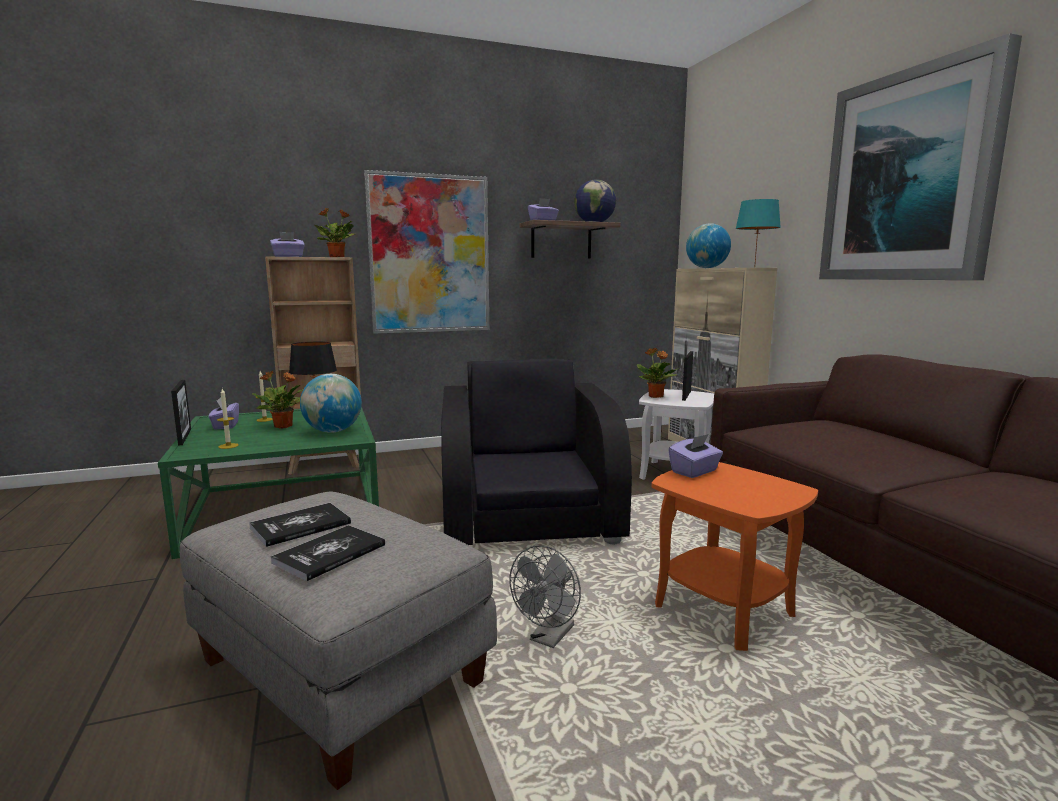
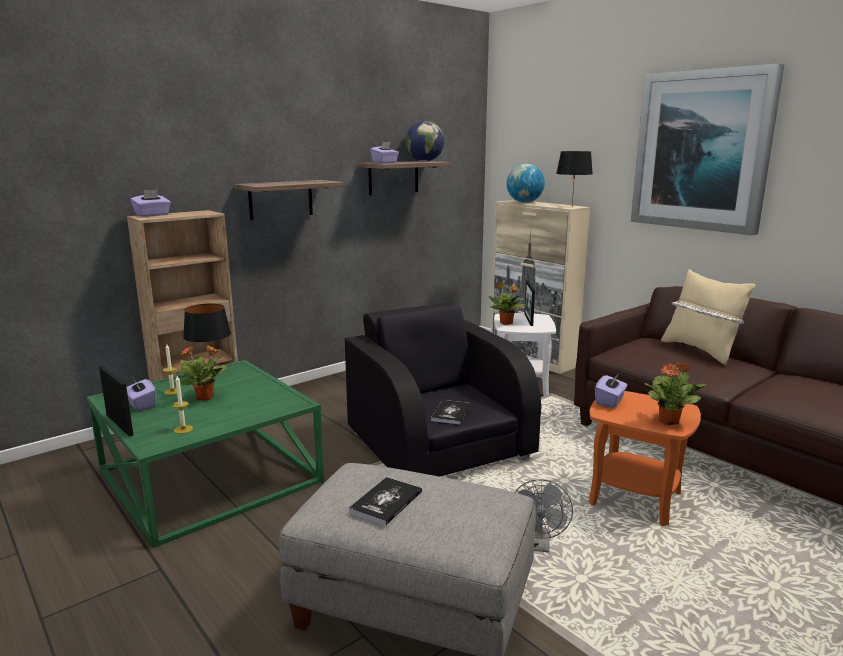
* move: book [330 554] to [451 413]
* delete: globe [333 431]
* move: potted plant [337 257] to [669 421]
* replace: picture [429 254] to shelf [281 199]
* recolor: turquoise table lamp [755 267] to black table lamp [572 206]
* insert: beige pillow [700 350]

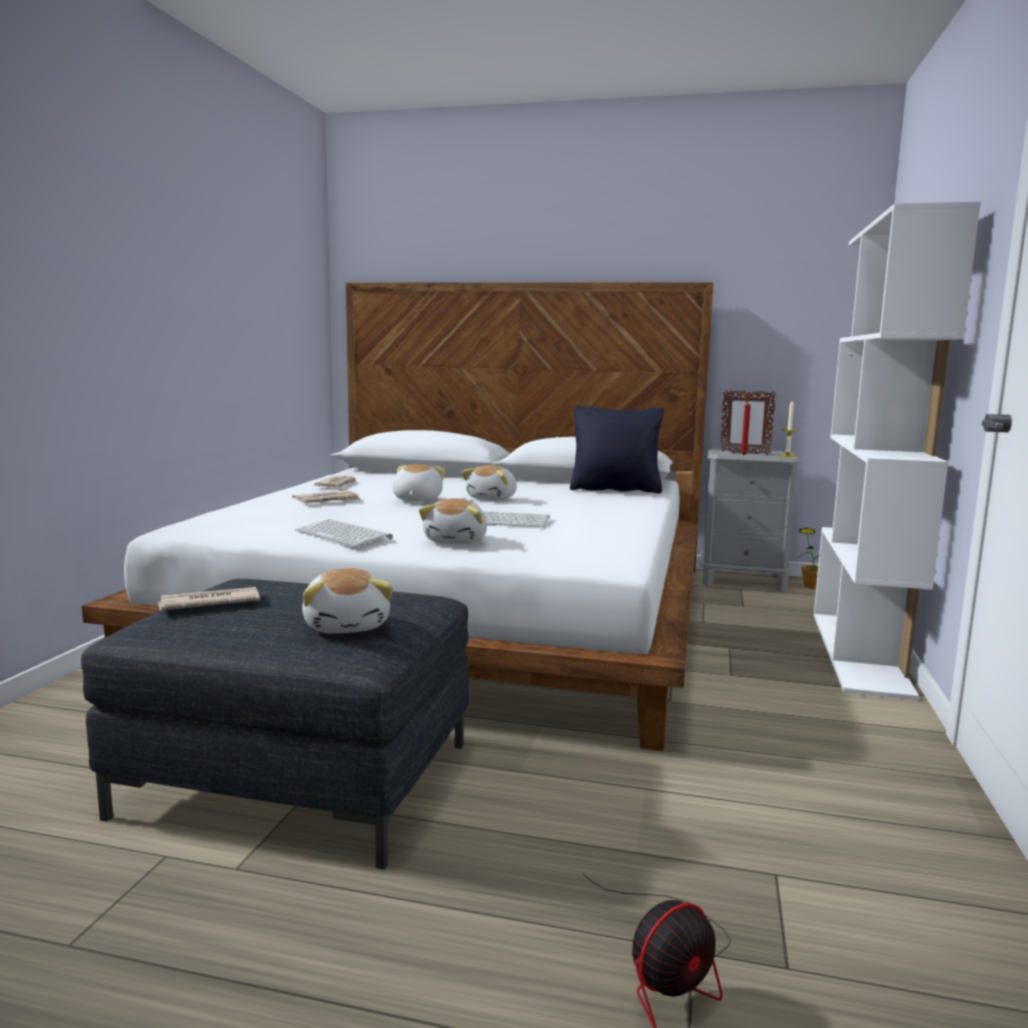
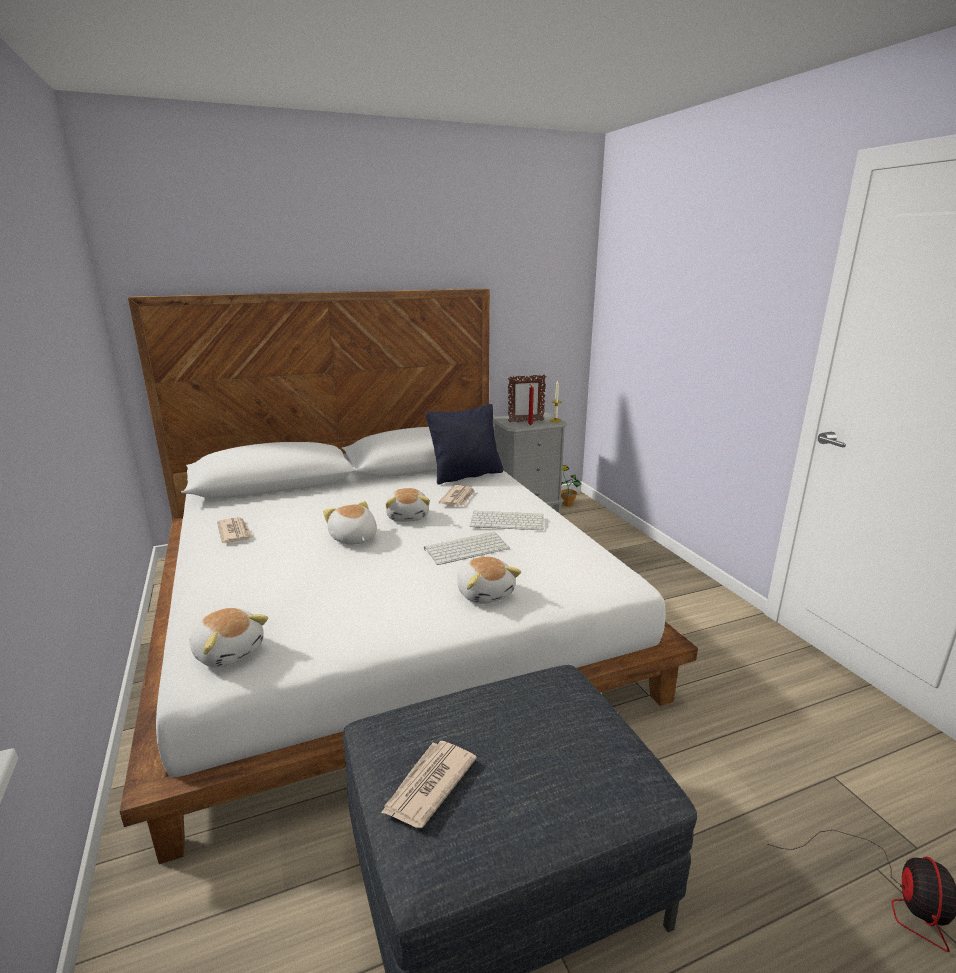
* move: newspaper [328 501] to [458 498]
* move: keyboard [345 534] to [508 521]
* move: plush toy [348 626] to [229 651]
* delete: white bookcase [860 653]

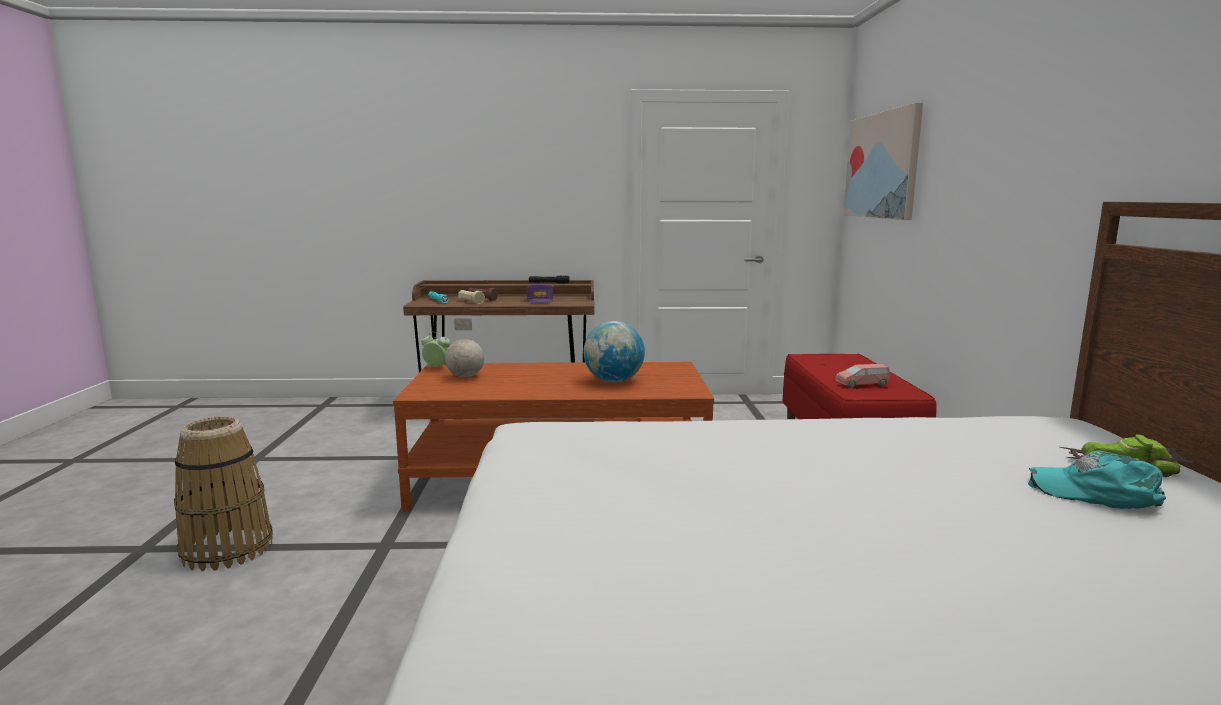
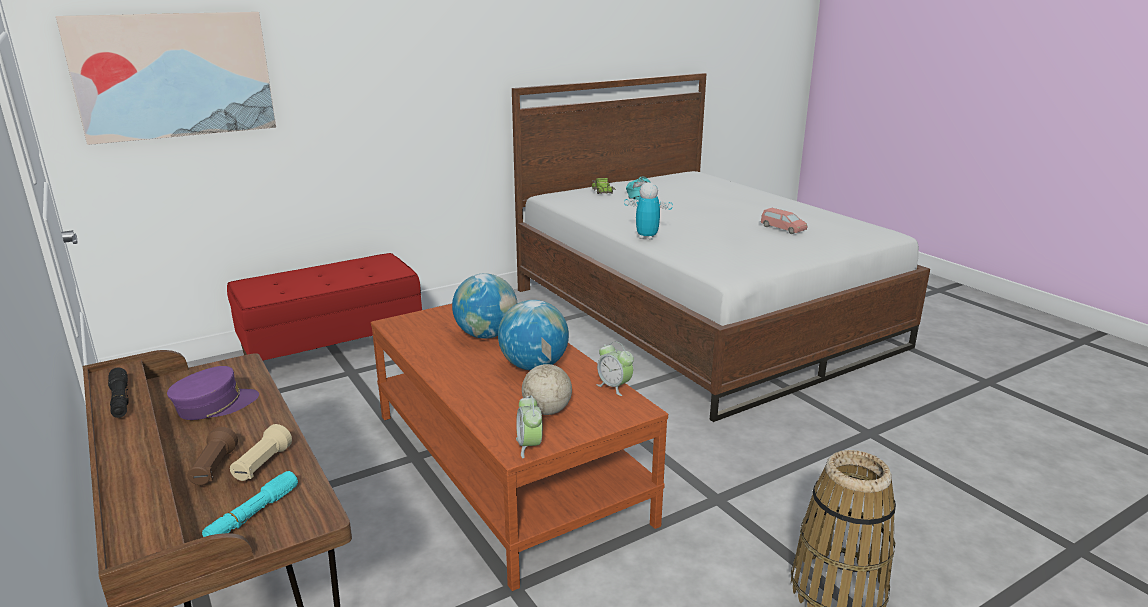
* move: pink toy car [862 384] to [782 229]
* insert: globe [534 366]
* insert: alarm clock [614 387]
* insert: toy robot [646 237]

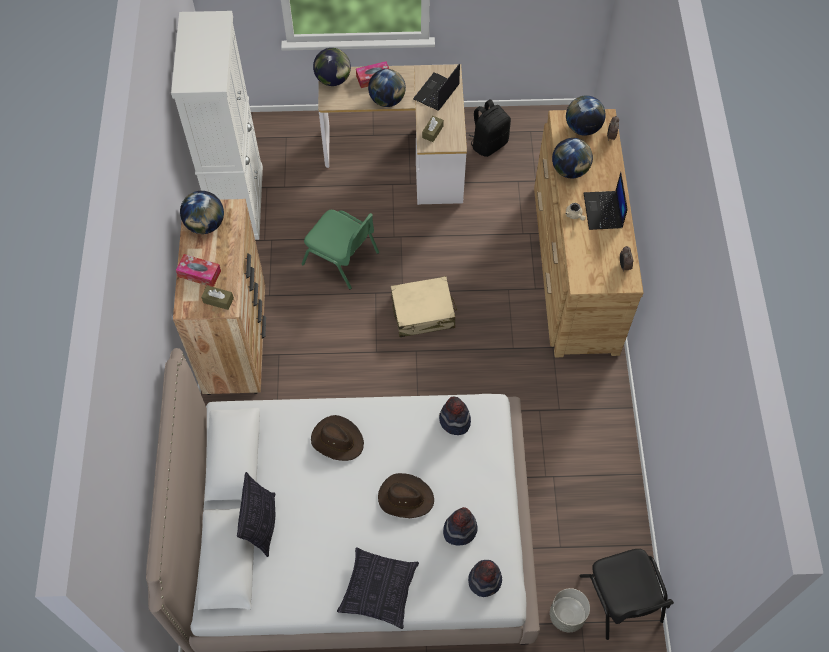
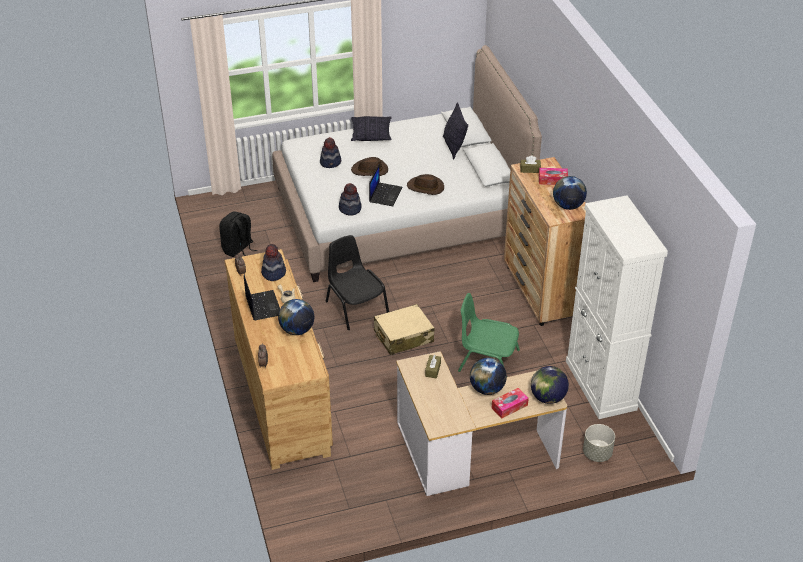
* move: laptop [436 93] to [385 194]
* move: hat [485 580] to [273 273]
* move: black backpack [488 143] to [238 249]
* move: grey planter [567 615] to [597 454]
* delete: globe [582 128]
* move: black chair [622 600] to [356 307]

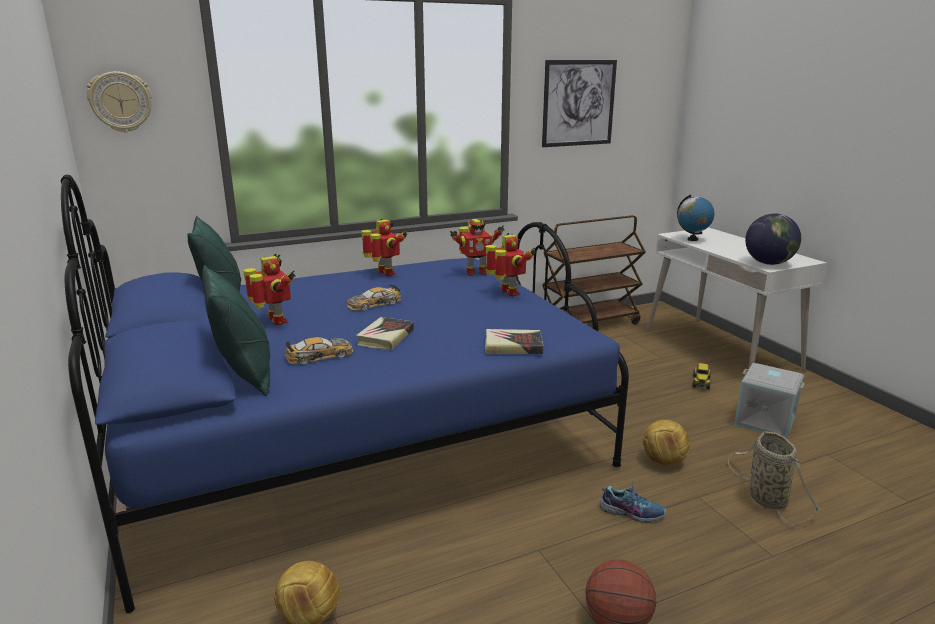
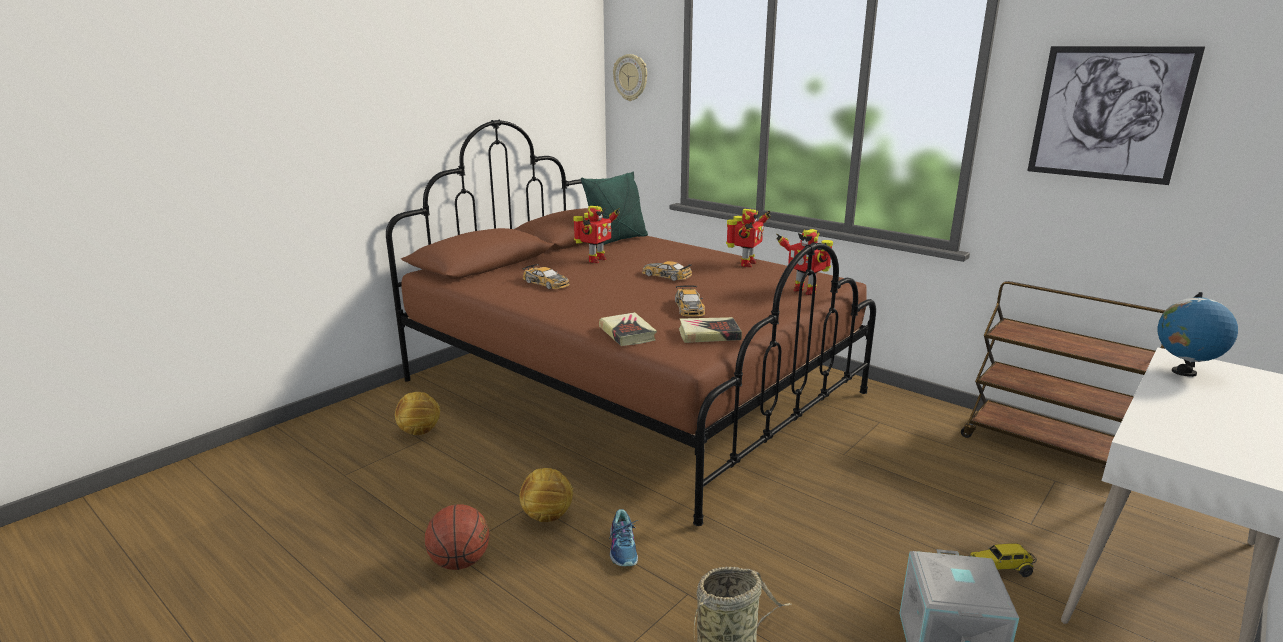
* recolor: blue bed [358 436] to brown bed [631 387]
* delete: green pillow [245 375]
* move: book [385 337] to [709 334]
* delete: toy robot [508 293]
* move: football [663 461] to [547 516]
* delete: globe [768 263]
* insert: toy car [689 308]

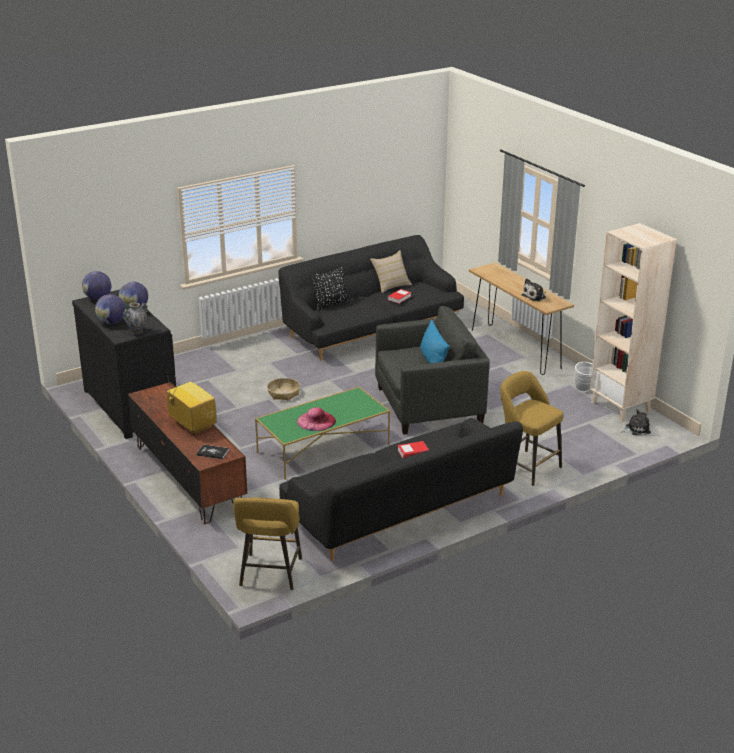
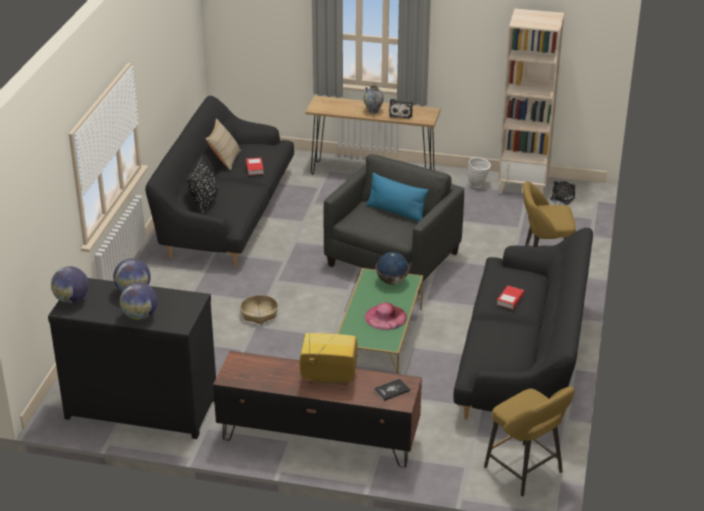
* move: vase [137 332] to [373 111]
* insert: globe [392 281]

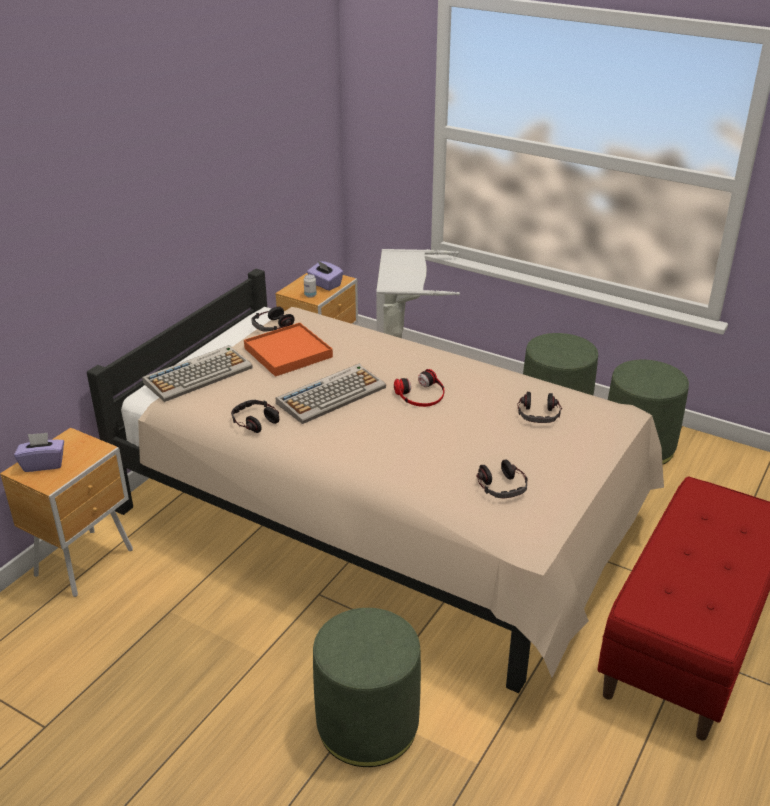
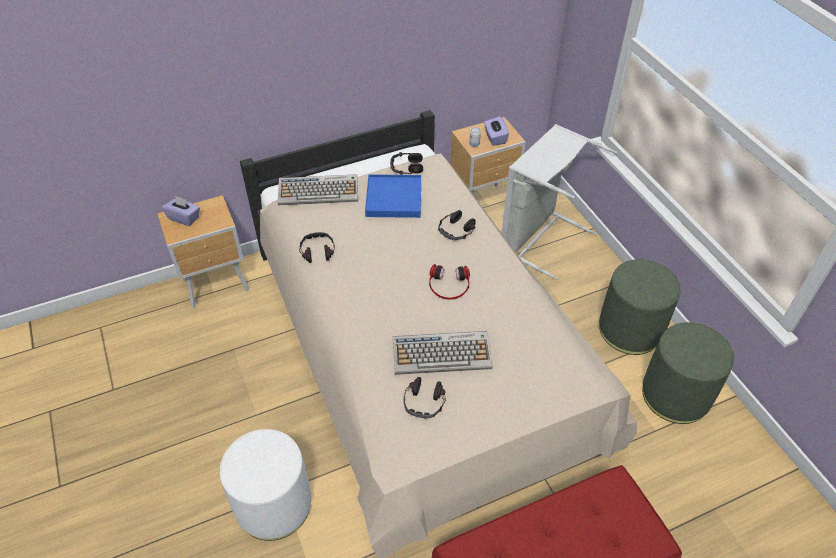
* recolor: orange tray [288 353] to blue tray [393 198]
* move: keyboard [332 394] to [442 353]
* recolor: green ottoman [367 724] to white ottoman [274 504]
* move: headphones [539 414] to [456 230]

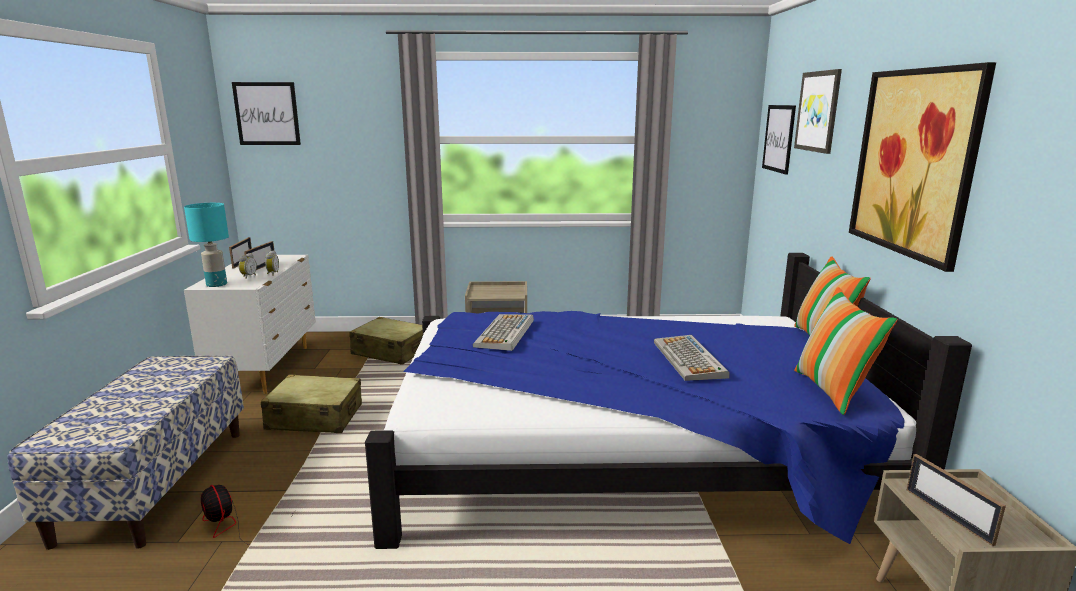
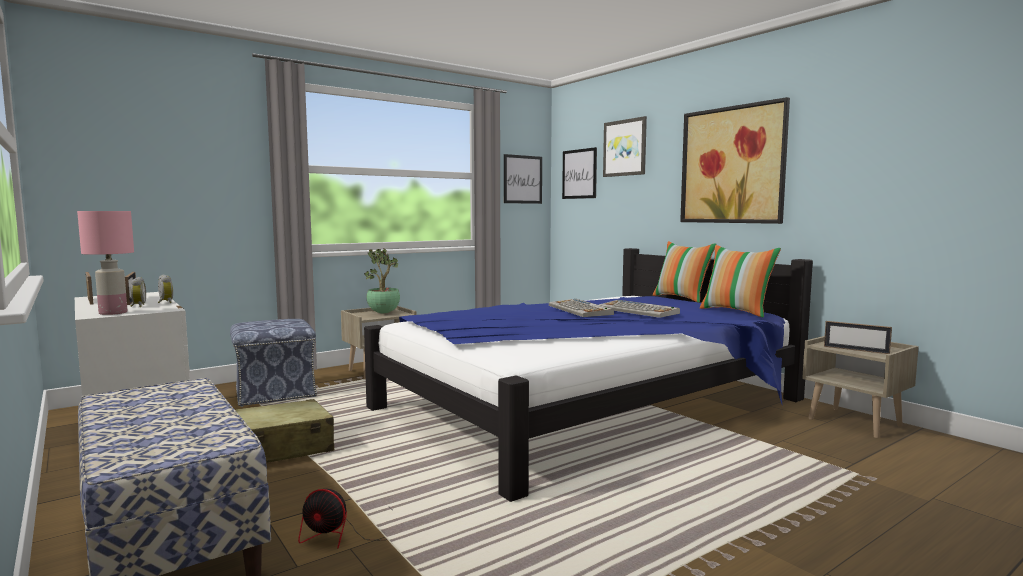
* recolor: turquoise table lamp [217 284] to pink table lamp [113 313]
* move: picture [267 113] to [522 179]
* replace: beige suitcase [391 352] to ottoman [274 392]
* move: keyboard [505 333] to [580 310]
* insert: potted plant [384 313]

